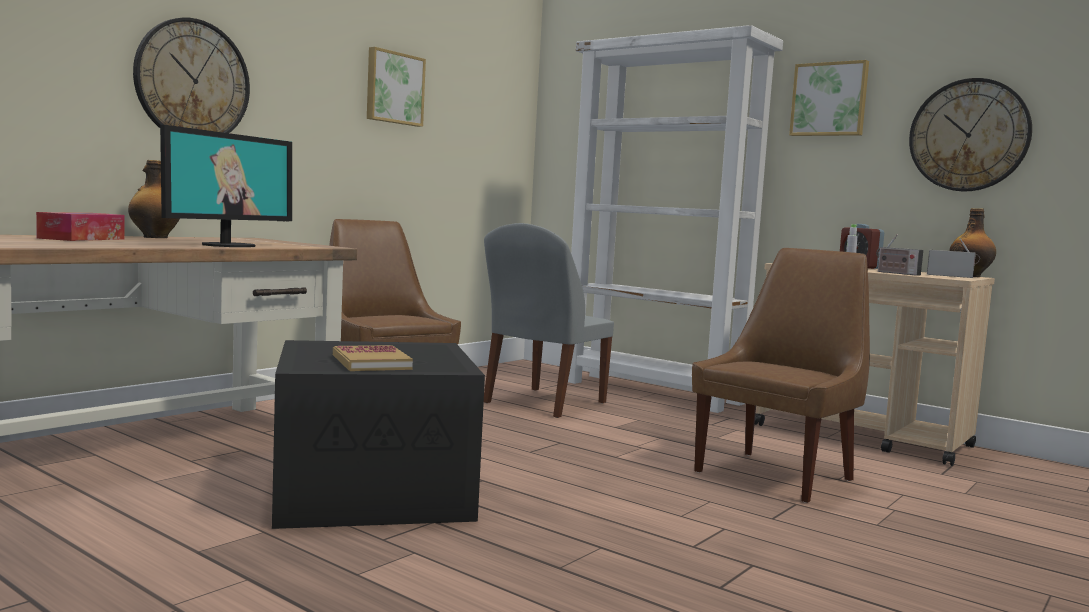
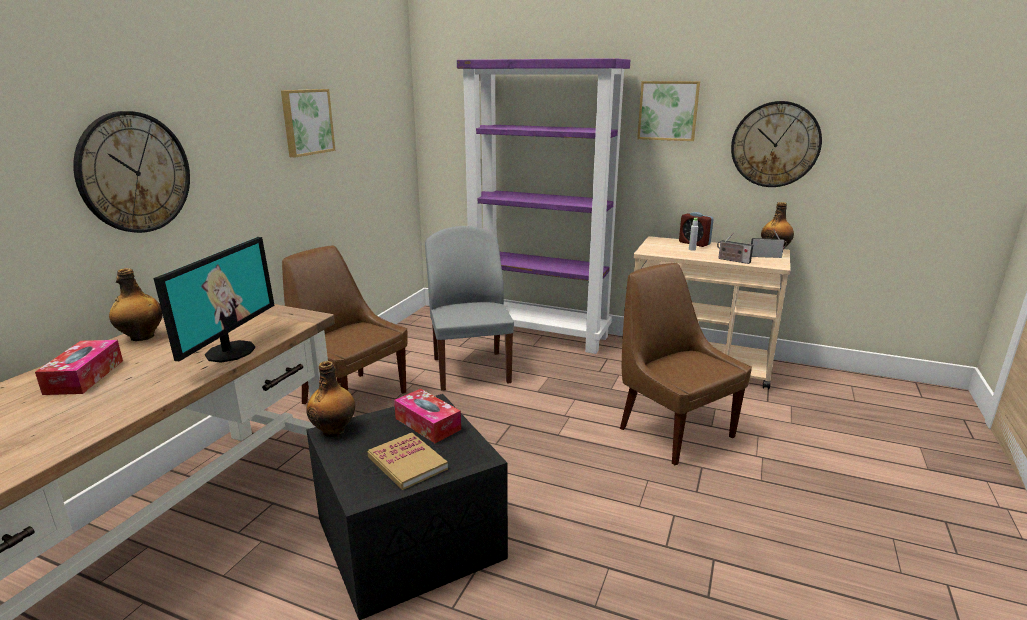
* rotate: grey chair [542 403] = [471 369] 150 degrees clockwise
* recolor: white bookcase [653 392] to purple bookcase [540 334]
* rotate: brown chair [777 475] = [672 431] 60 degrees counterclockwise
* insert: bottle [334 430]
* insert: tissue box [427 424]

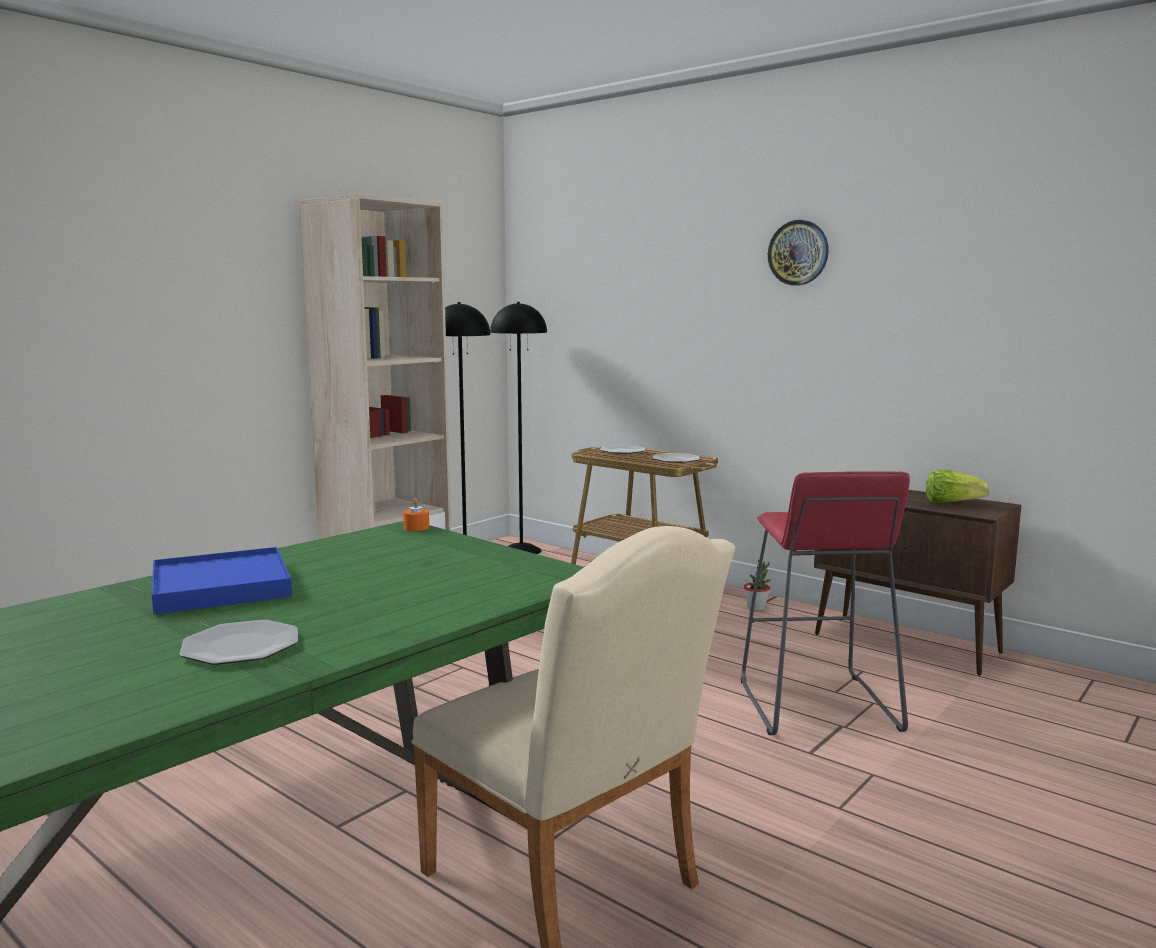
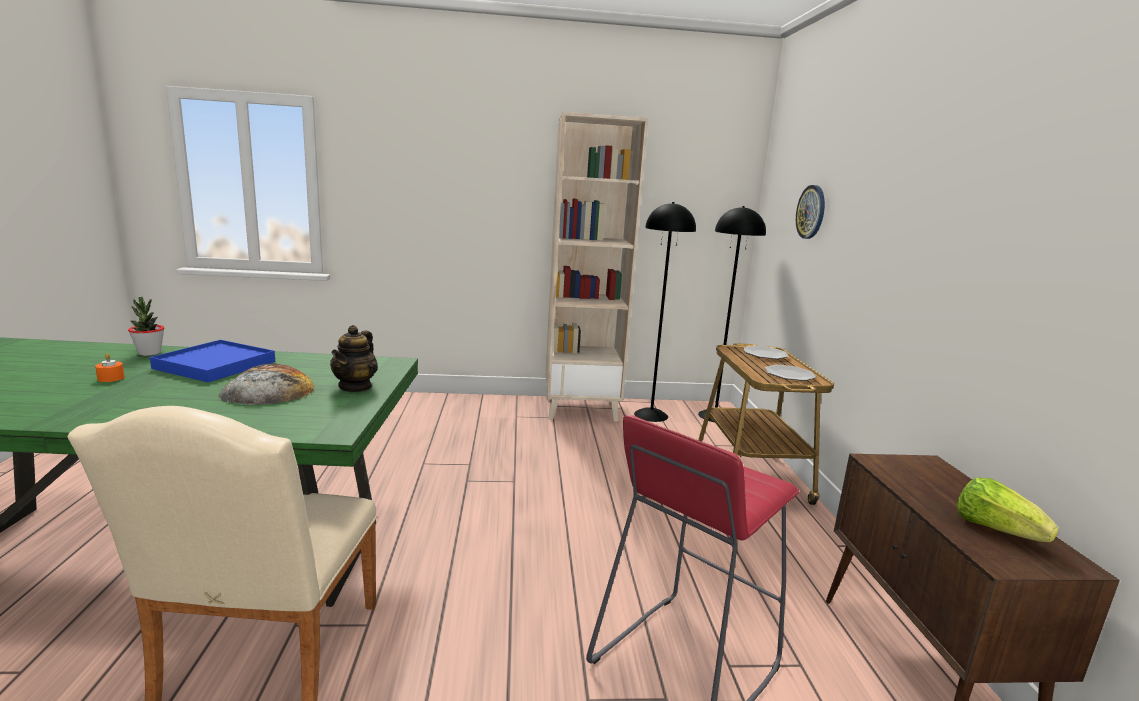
* delete: plate [241 646]
* move: orange candle [416 527] to [111 378]
* move: potted plant [756 608] to [149 353]
* move: wall clock [798 253] to [811 212]
* insert: bread [268 391]
* insert: teapot [355 387]

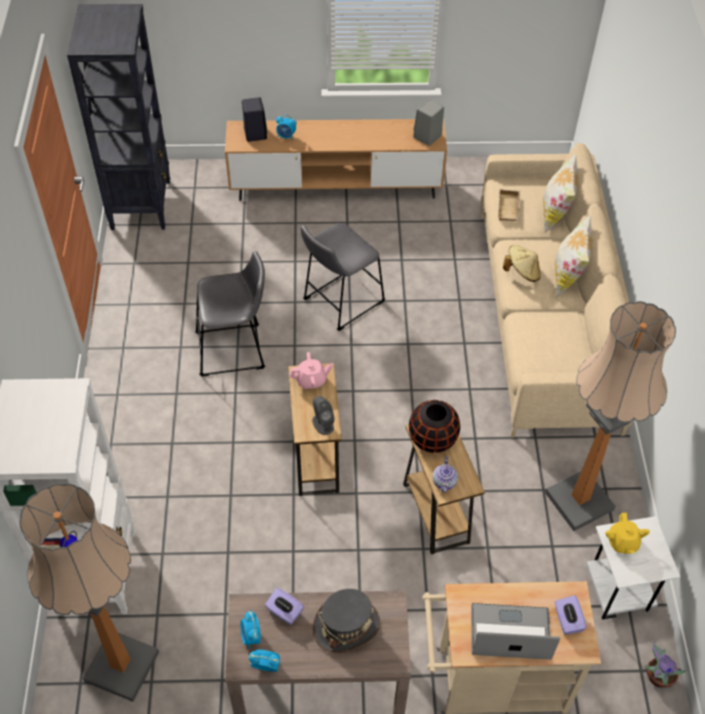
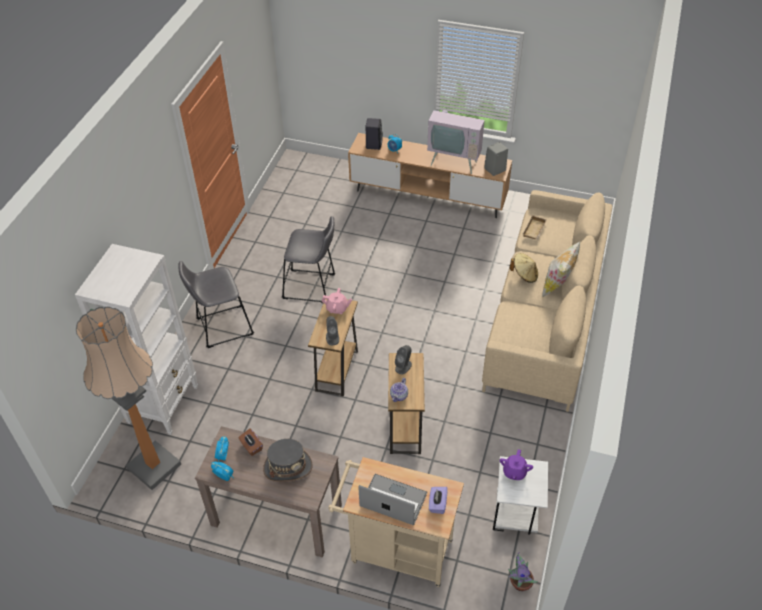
* delete: black bookcase [141 204]
* recolor: purple tissue box [284 612] to brown tissue box [251 447]
* move: grey stool [340 302] to [221 327]
* replace: black vase [432 439] to grey speaker [403 366]
* delete: pillow [555 213]
* delete: floor lamp [579 501]
* recolor: yellow teapot [622 542] to purple teapot [514 472]
* insert: television [455 161]

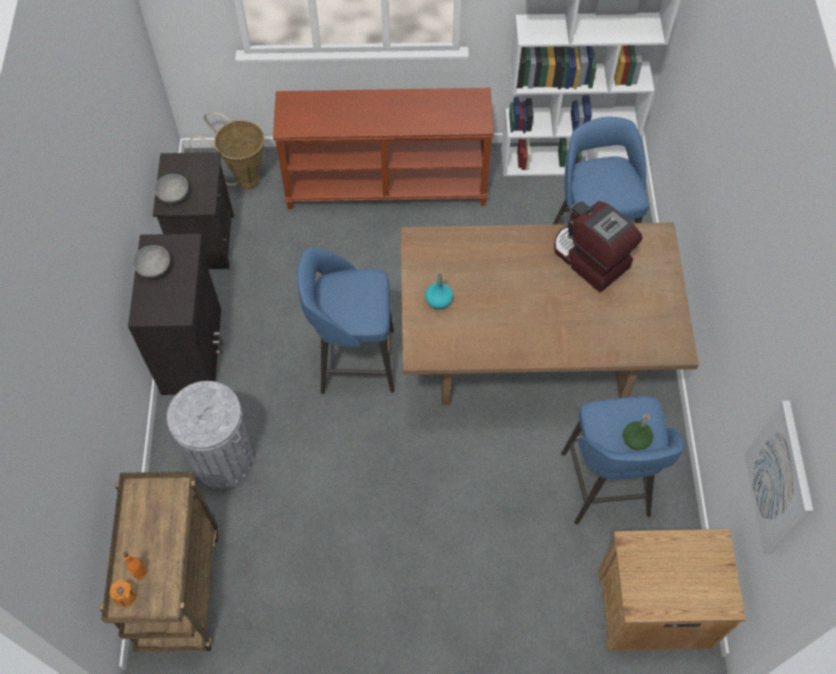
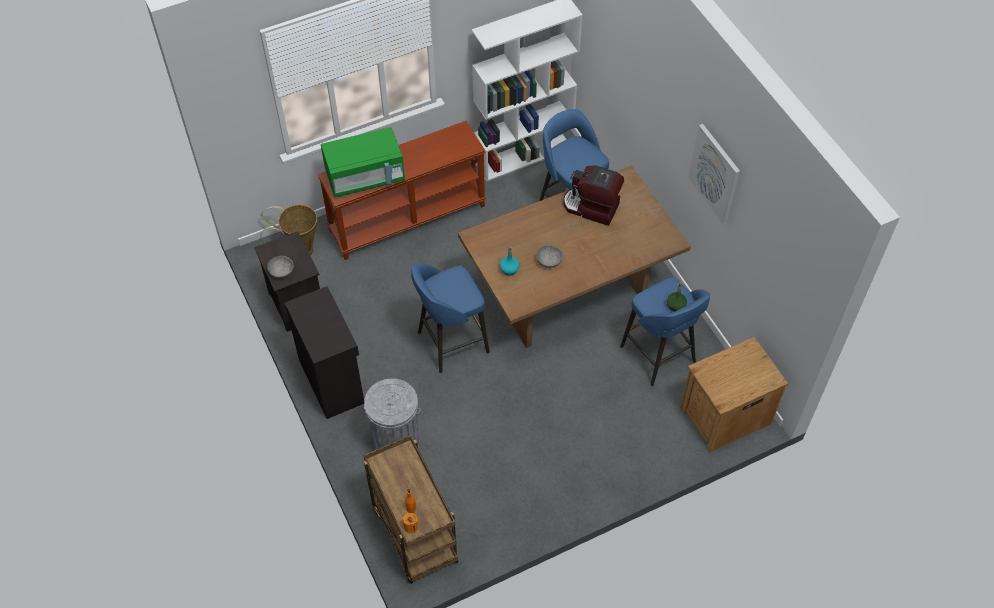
* move: grey bowl [154 267] to [549 260]
* move: picture [780 480] to [715 174]
* insert: green microwave [365 177]

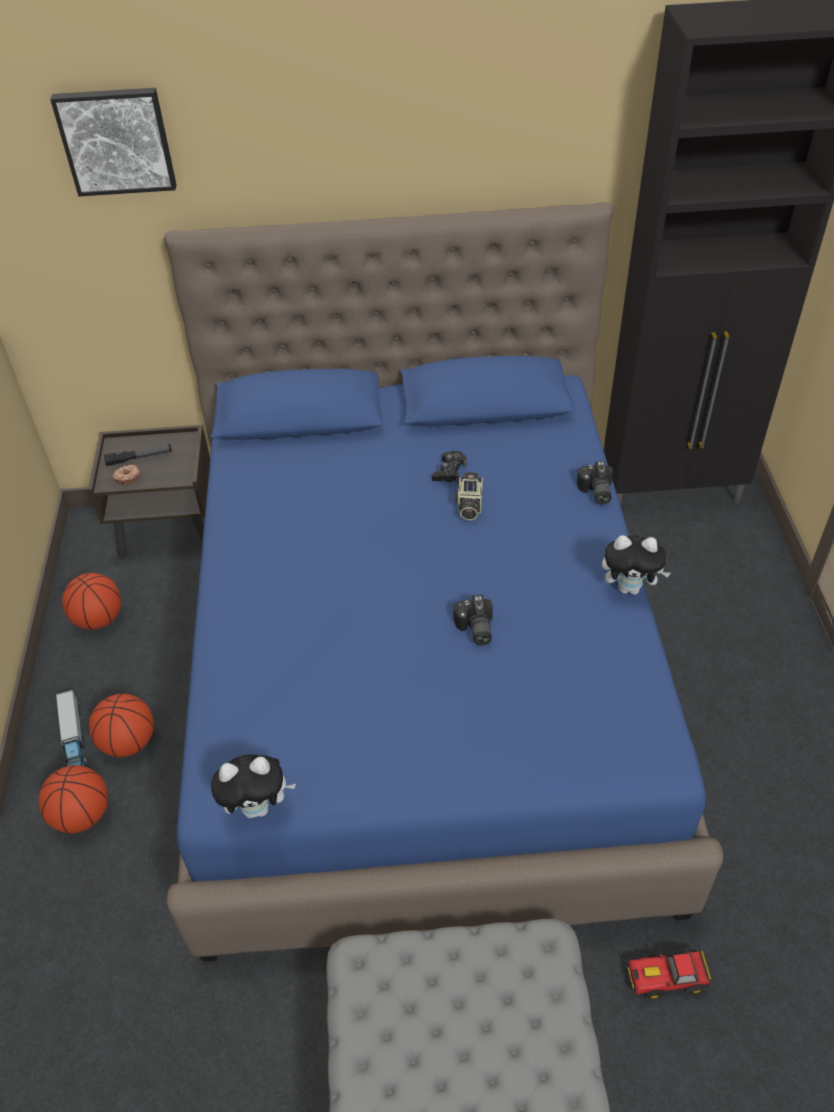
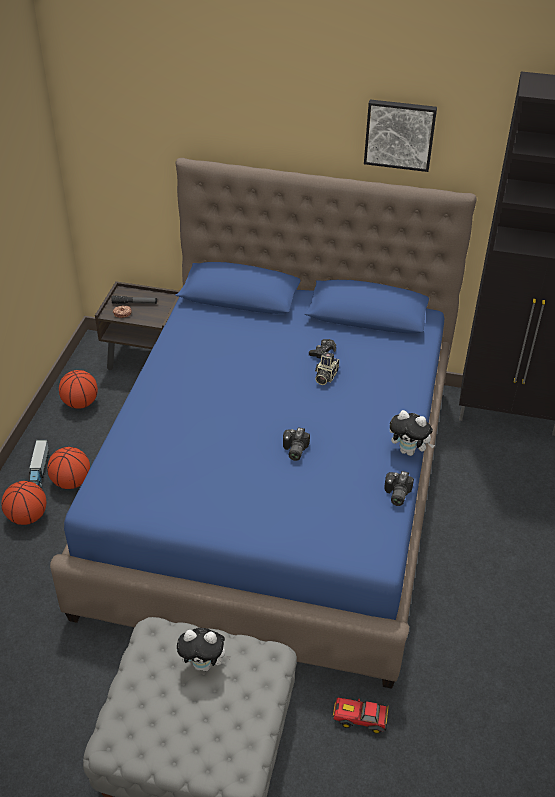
* move: picture [116 140] to [400 134]
* move: plush toy [258 807] to [204 664]
* move: photo camera [595 492] to [396 494]

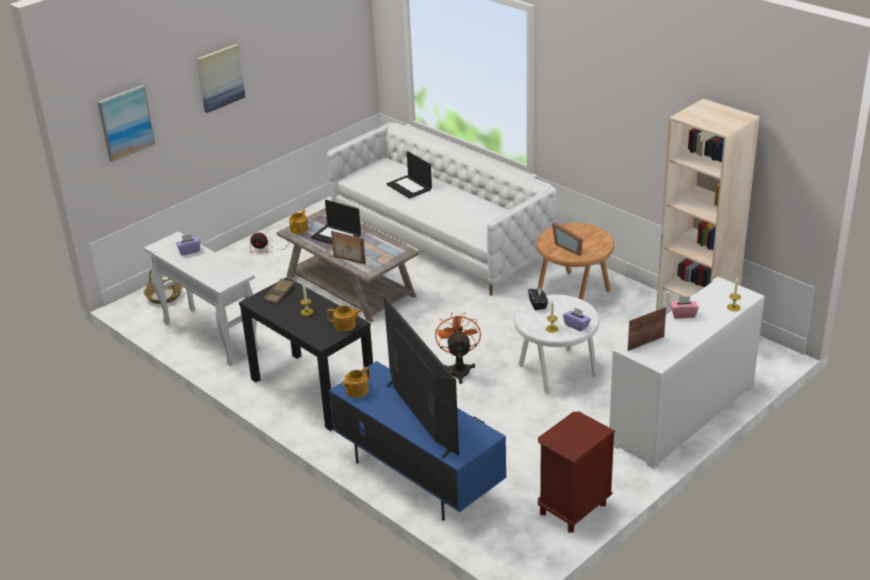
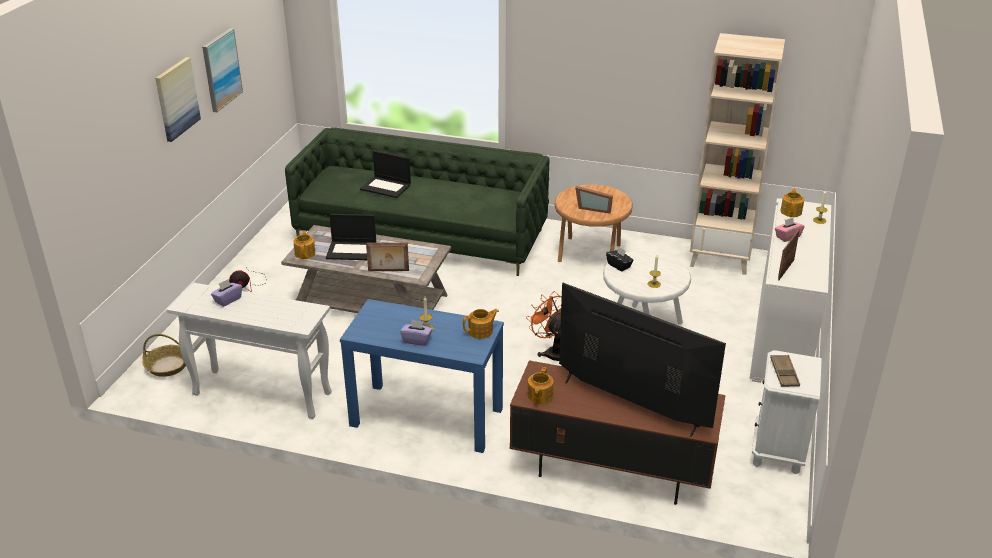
* move: picture [125 122] to [221 69]
* recolor: black console table [312 390] to blue console table [426 417]
* move: brown tray [279 293] to [784 373]
* recolor: white sofa [440 239] to green sofa [421 235]
* recolor: blue tv stand [417 476] to brown tv stand [611 469]
* recolor: brown nightstand [573 509] to white nightstand [777 451]
* move: purple tissue box [576 325] to [417 340]
* insert: teapot [791 211]

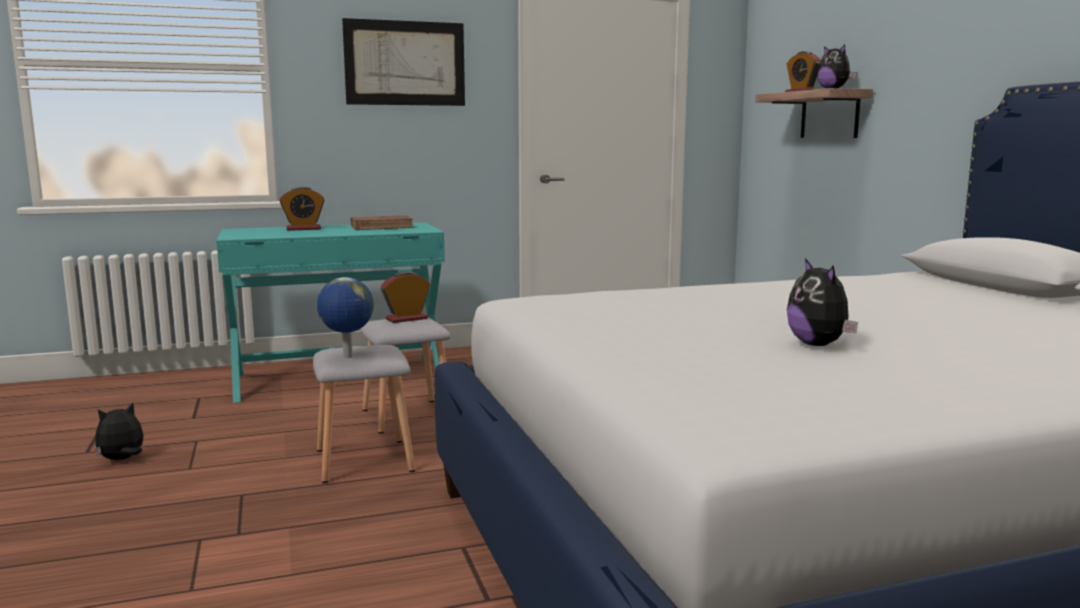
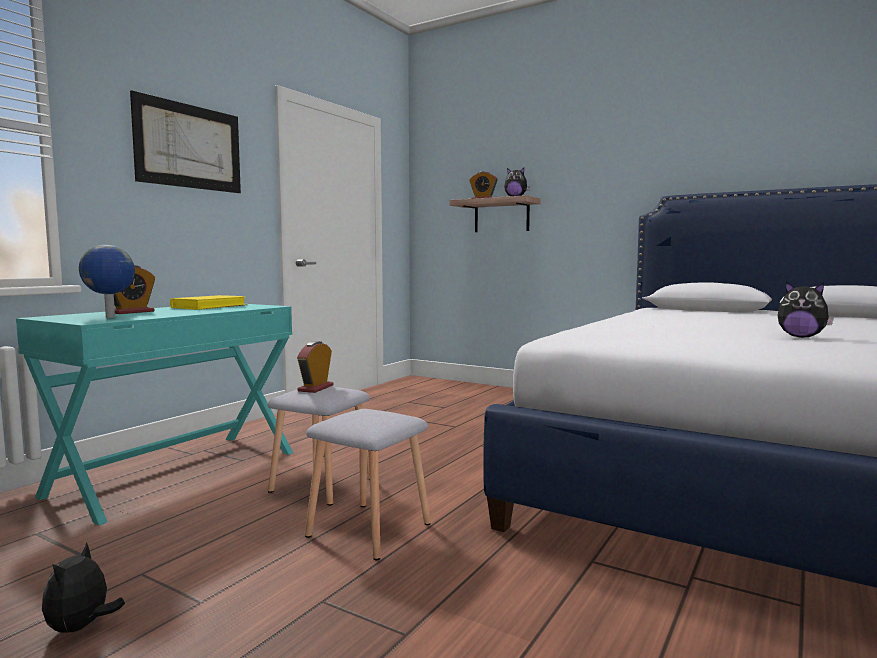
* move: globe [347 357] to [110 317]
* recolor: brown book [382 227] to yellow book [209 306]

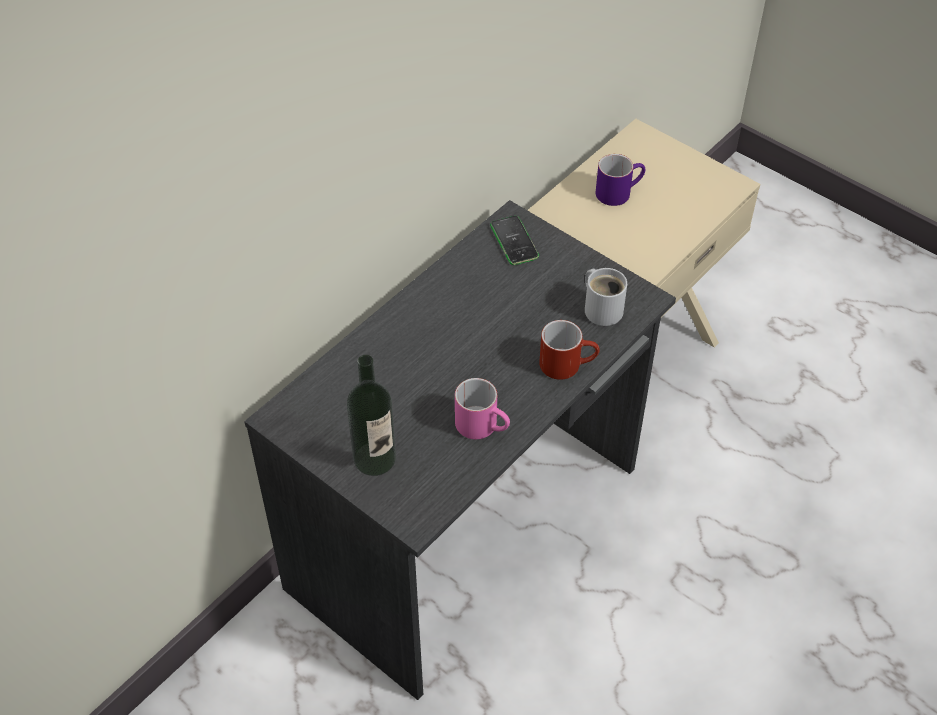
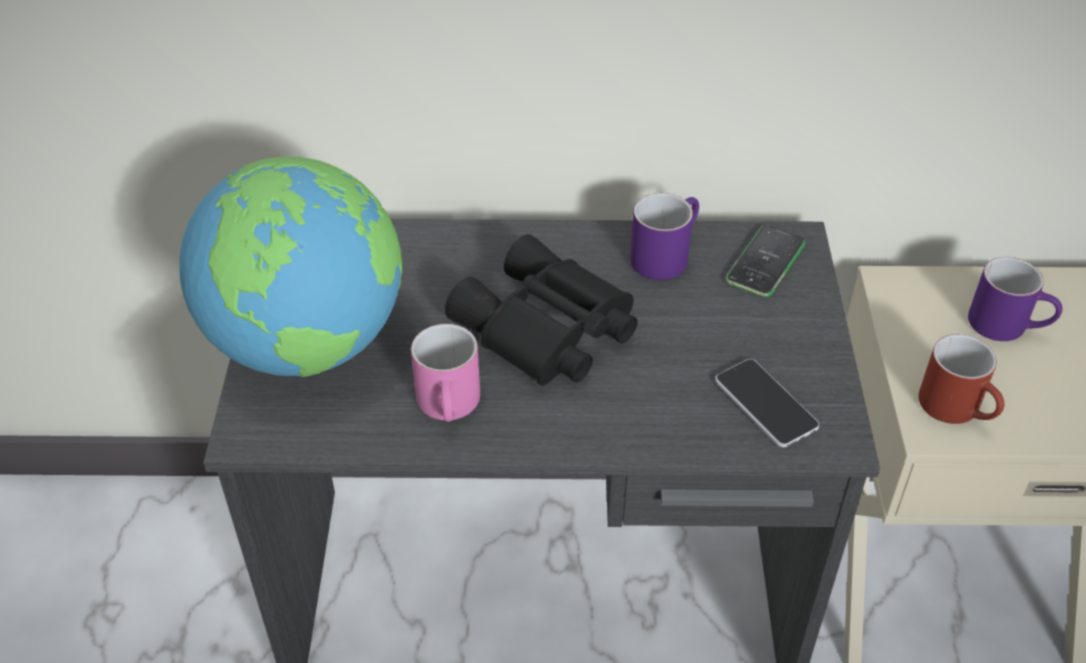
* replace: bottle [374 458] to globe [308 343]
* move: red mug [568 364] to [959 409]
* replace: white mug [602 308] to phone [765 404]
* insert: black binoculars [545 331]
* insert: purple mug [665 254]

